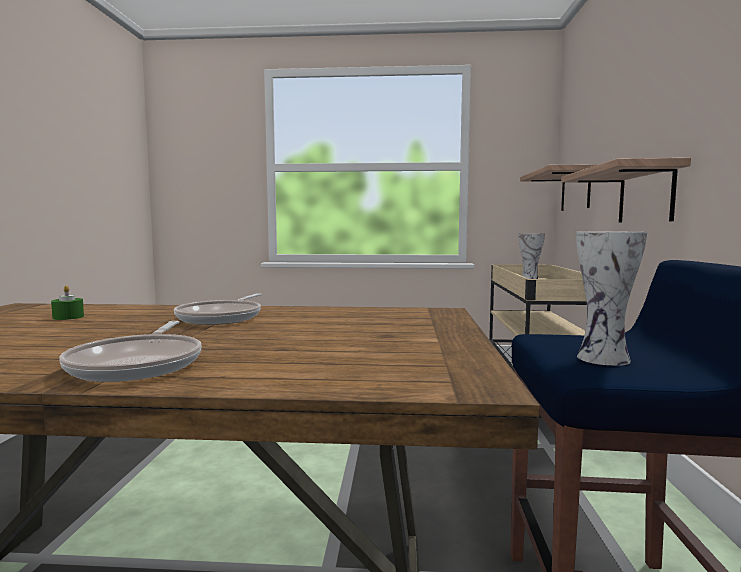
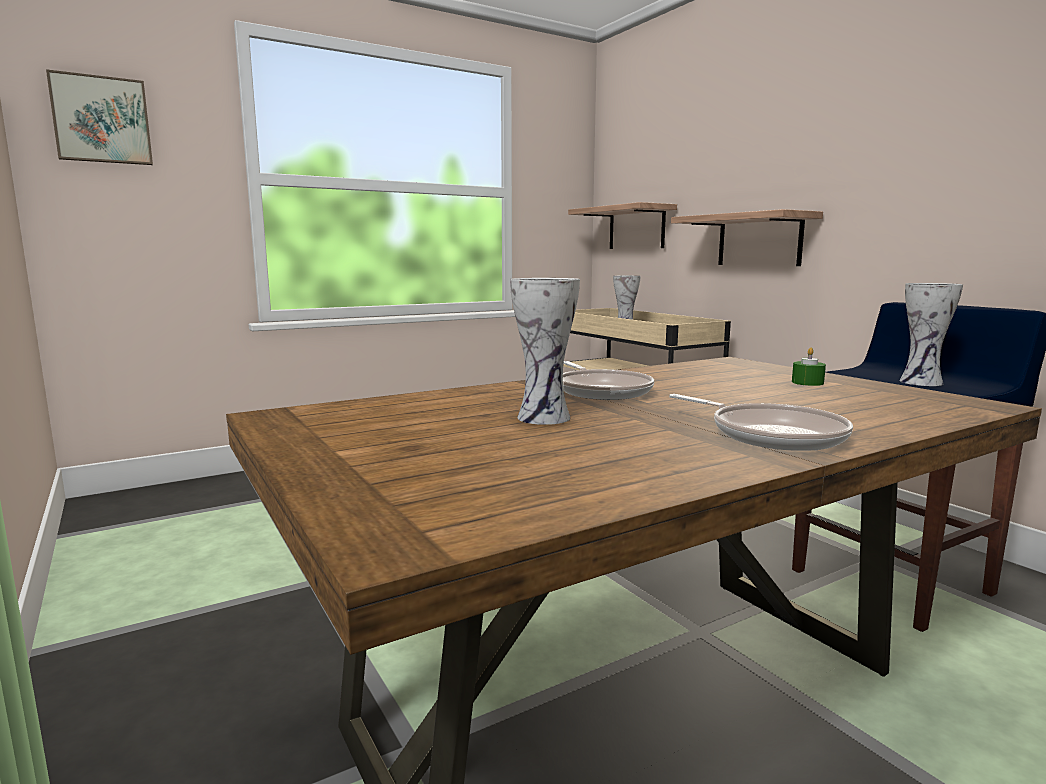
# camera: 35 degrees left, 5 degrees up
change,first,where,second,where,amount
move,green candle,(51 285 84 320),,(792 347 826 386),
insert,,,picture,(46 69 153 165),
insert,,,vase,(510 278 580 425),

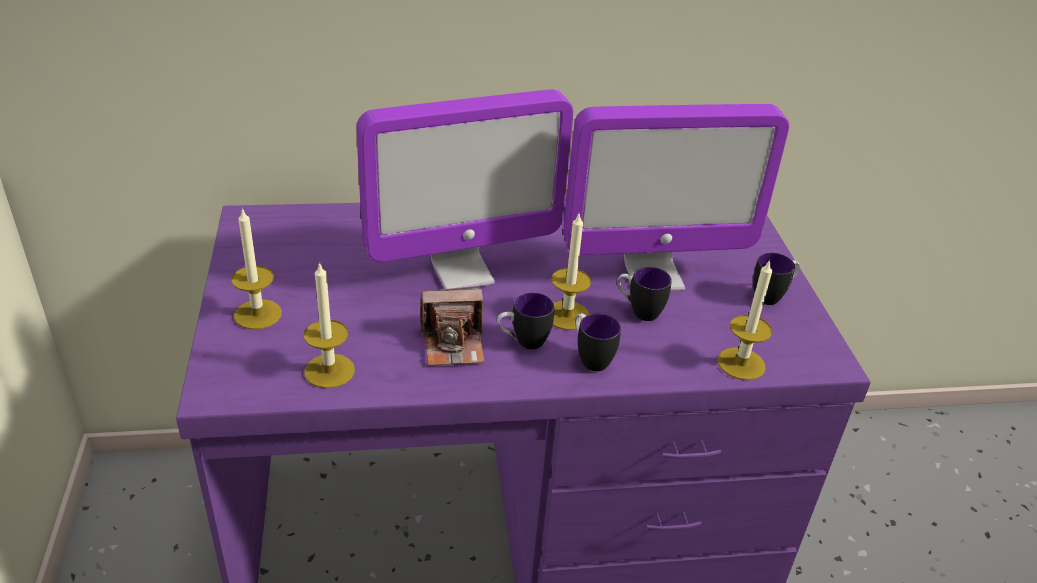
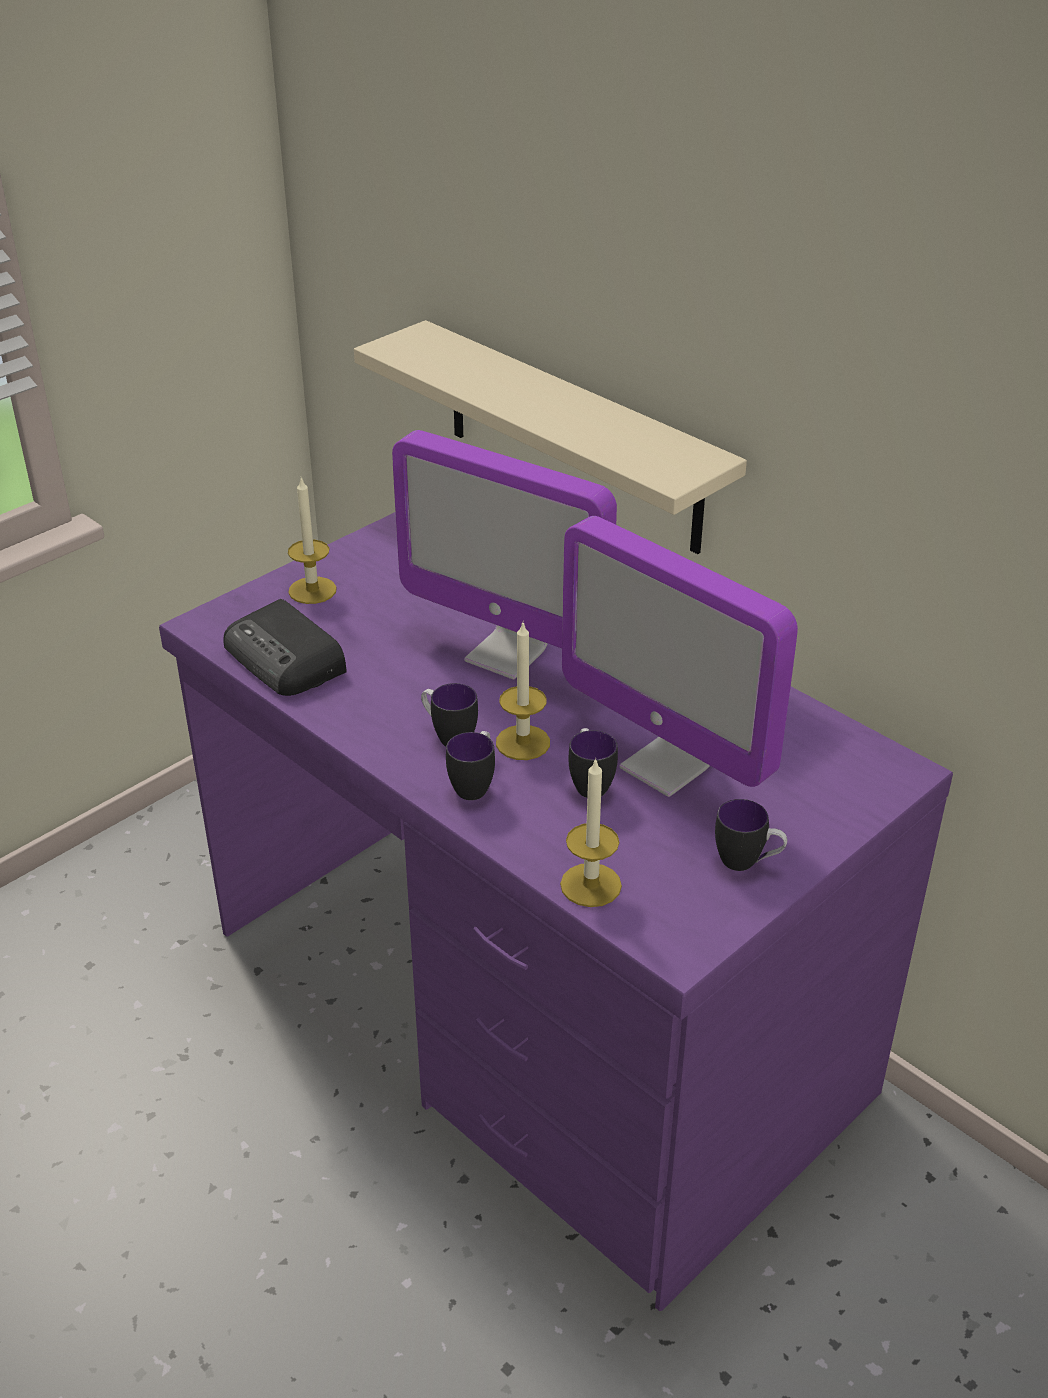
# camera: 55 degrees right, 0 degrees up
change,first,where,second,where,amount
replace,candle,(304 261 355 388),radio,(223 599 347 696),
delete,photo camera,(419 286 485 366),,,
insert,,,beige shelf,(354 320 747 554),

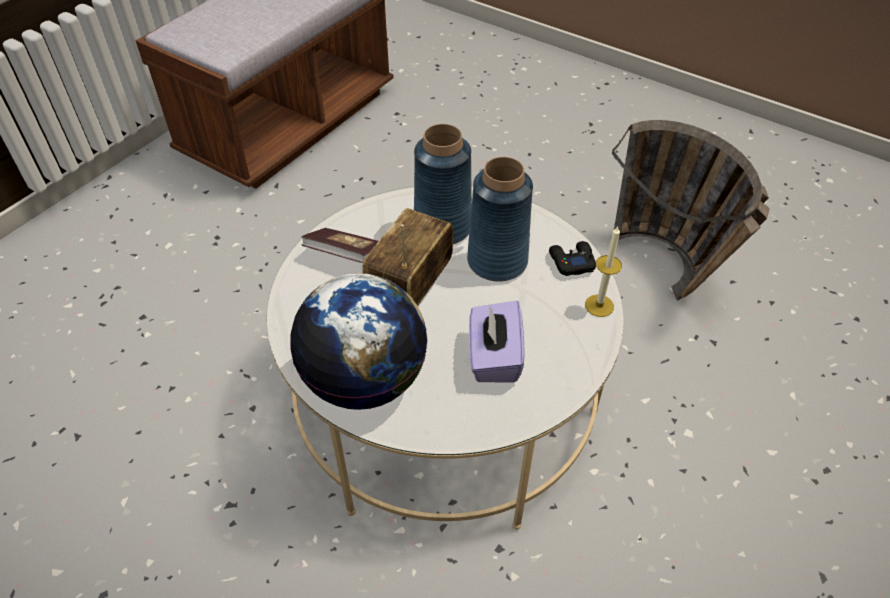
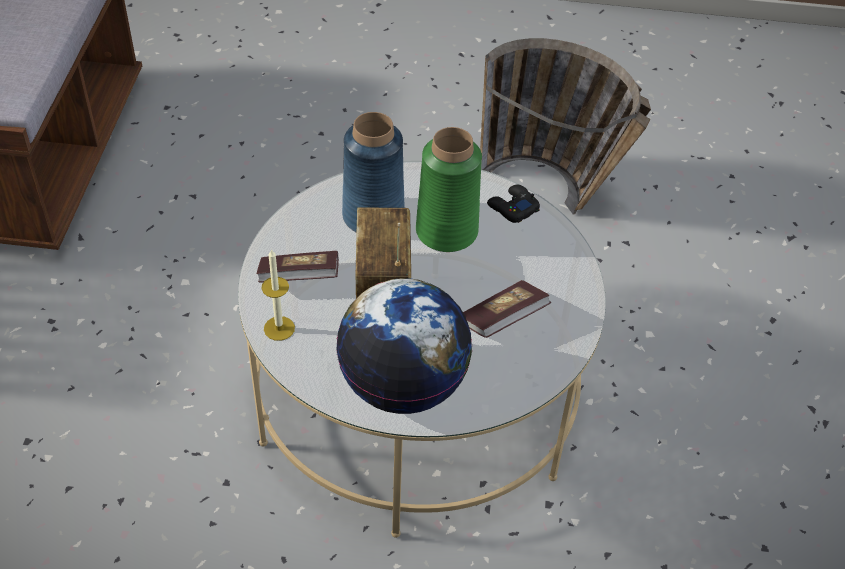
# camera: 30 degrees left, 0 degrees up
change,first,where,second,where,amount
recolor,blue vase,(467 157 533 282),green vase,(416 127 482 252),
move,candle,(585 226 622 317),,(261 249 295 341),
replace,purple tissue box,(469 301 525 383),book,(463 280 552 338),

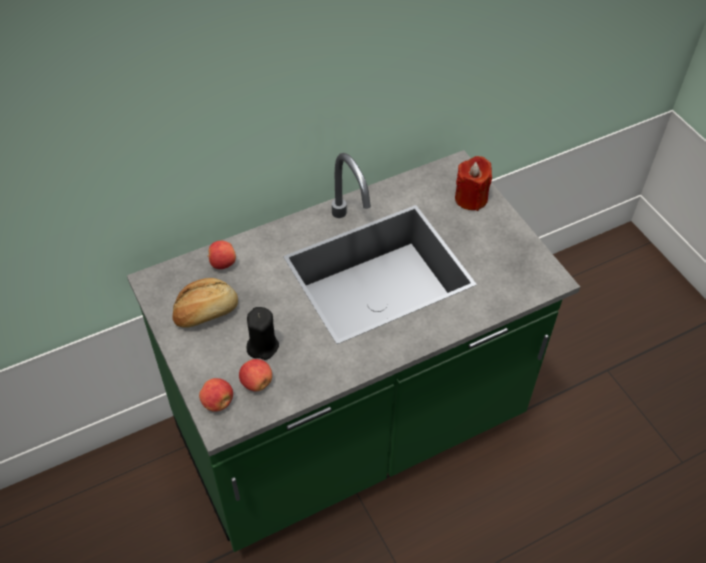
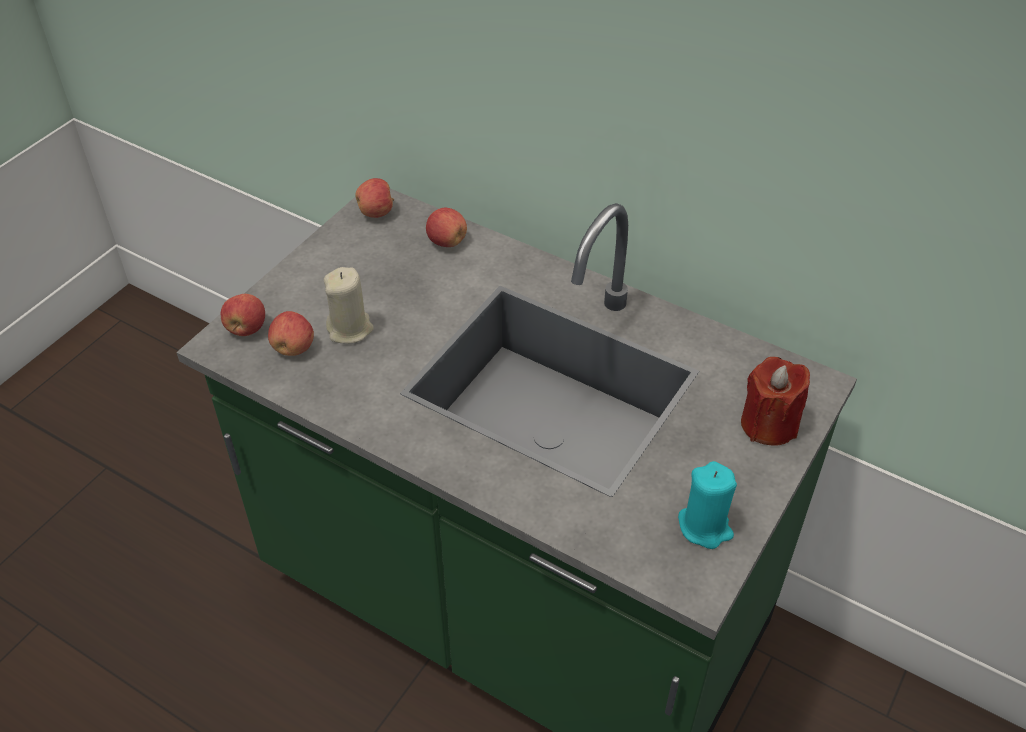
# camera: 60 degrees right, 5 degrees down
change,first,where,second,where,amount
delete,bread,(173 278 238 328),,,
recolor,black candle,(247 307 279 360),beige candle,(324 267 374 344),
insert,,,apple,(356 178 394 218),
insert,,,turquoise candle,(678 461 737 549),

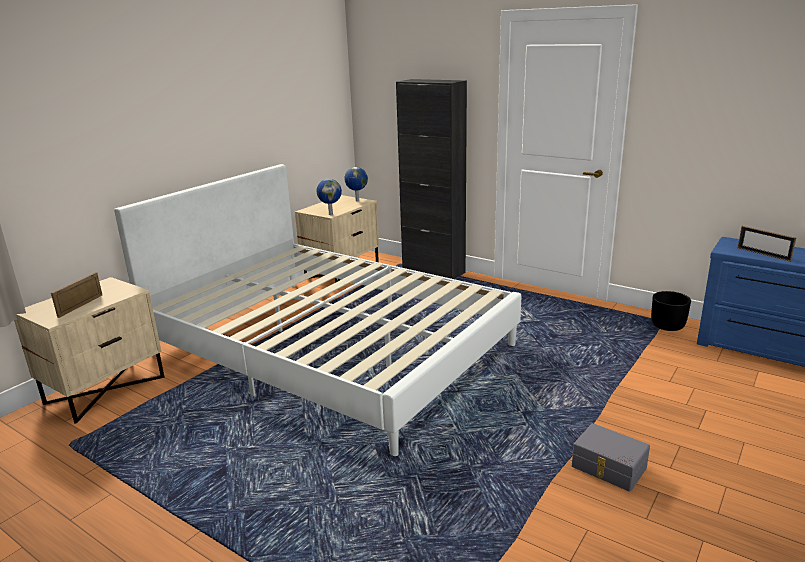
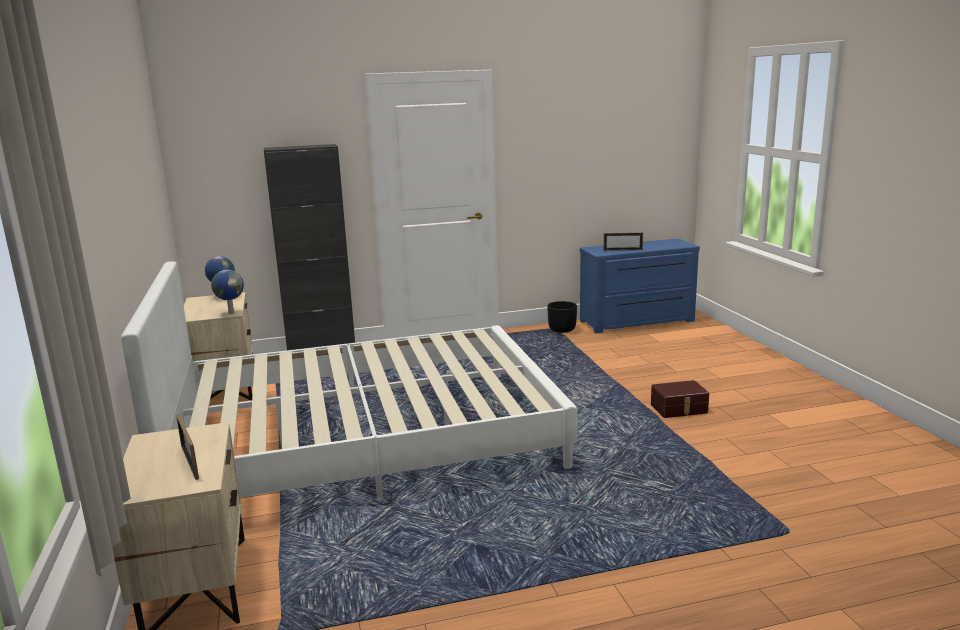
# camera: 50 degrees left, 5 degrees down
change,first,where,second,where,amount
recolor,grey storage box,(572 423 650 492),brown storage box,(651 380 709 418),

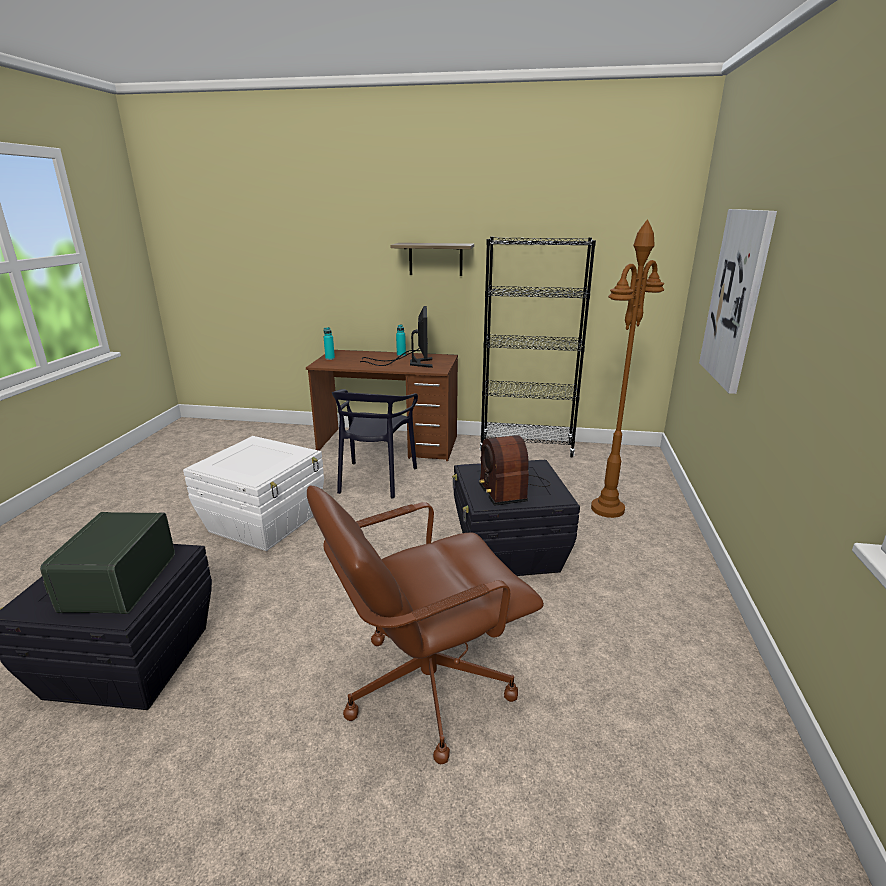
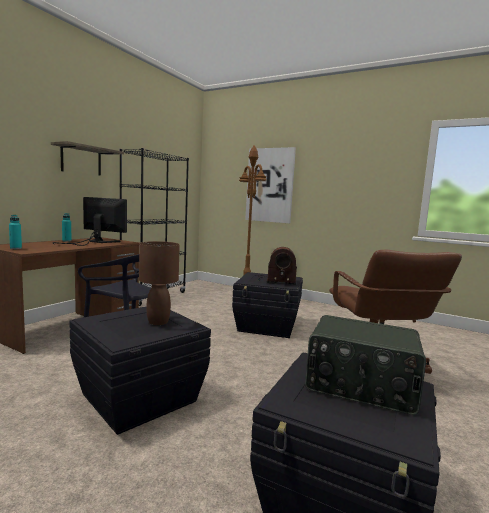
# camera: 70 degrees left, 15 degrees down
change,first,where,second,where,amount
recolor,white storage box,(183 436 324 551),black storage box,(69 306 211 435),
insert,,,brown table lamp,(139 241 180 325),

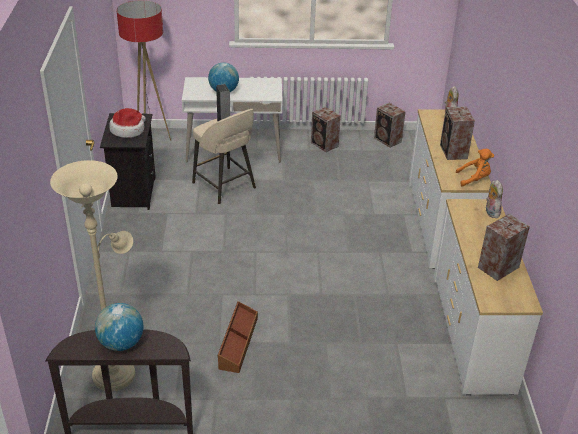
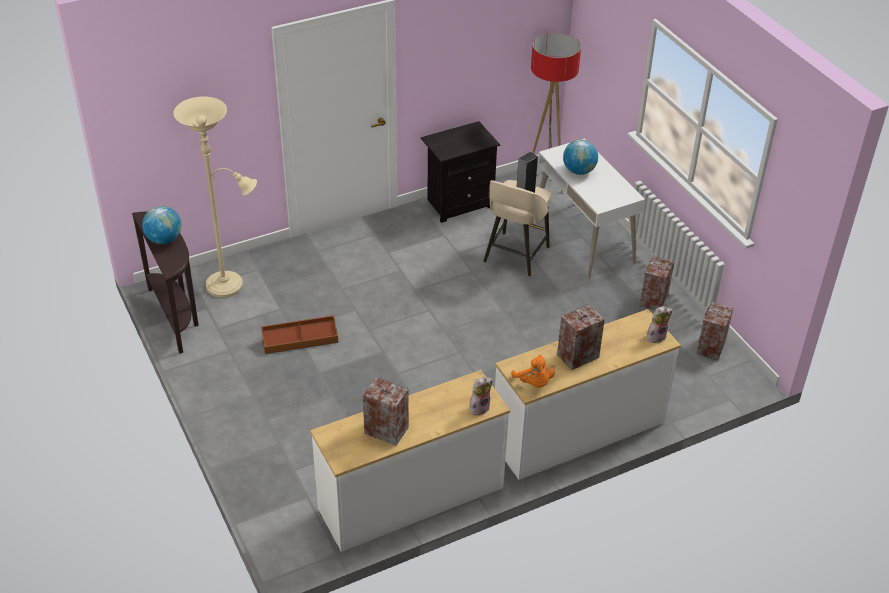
# camera: 65 degrees right, 5 degrees up
change,first,where,second,where,amount
delete,hat,(109 108 146 138),,,

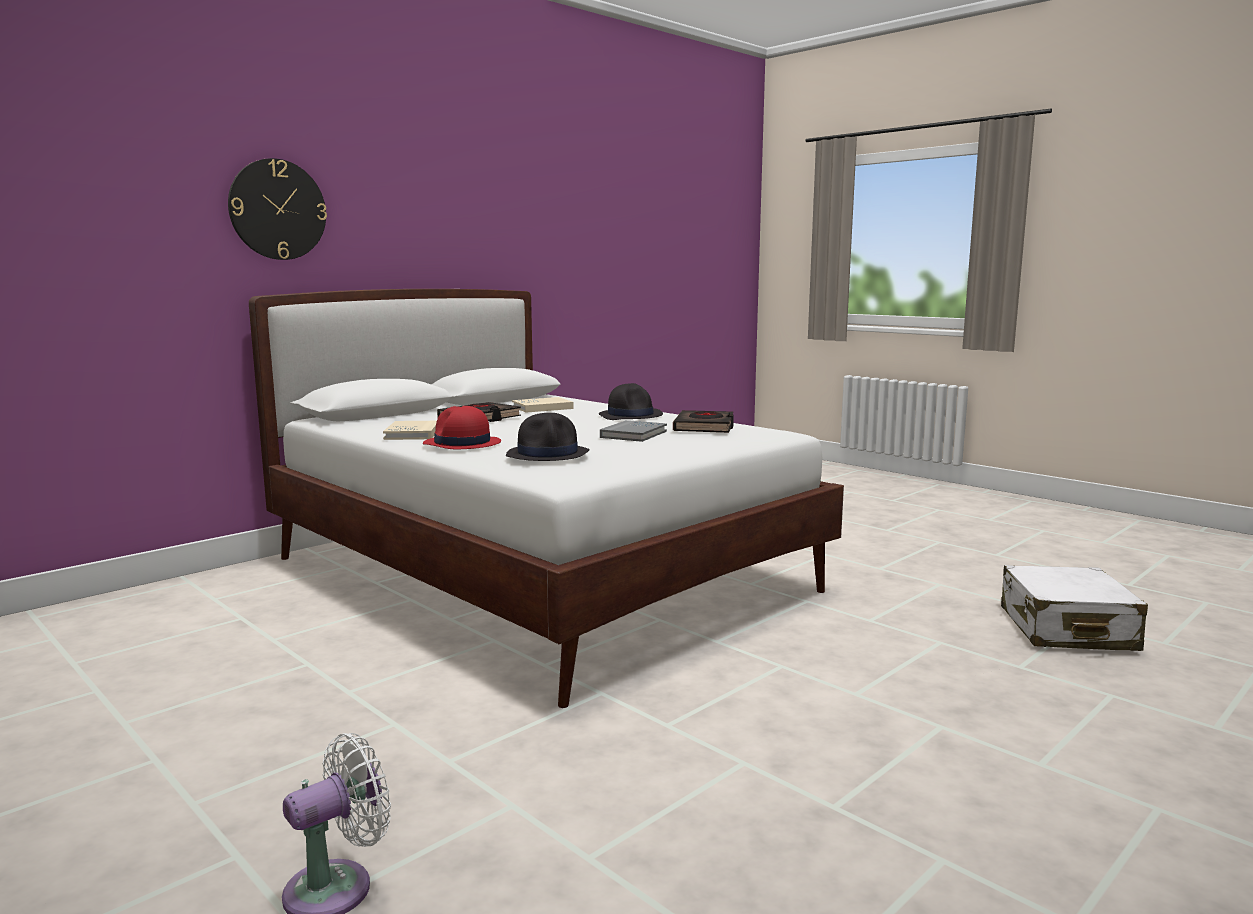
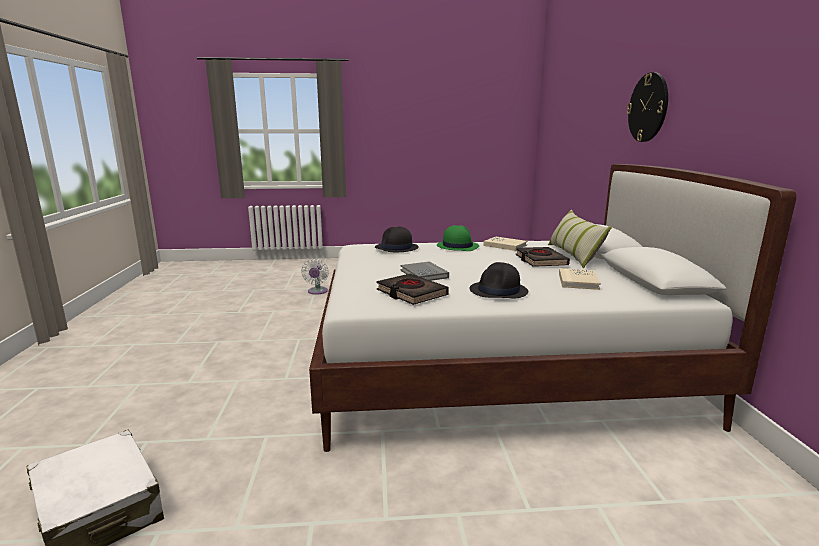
# camera: 130 degrees right, 5 degrees up
change,first,where,second,where,amount
recolor,red hat,(423 406 501 449),green hat,(437 225 479 251),
insert,,,pillow,(548 210 612 268),

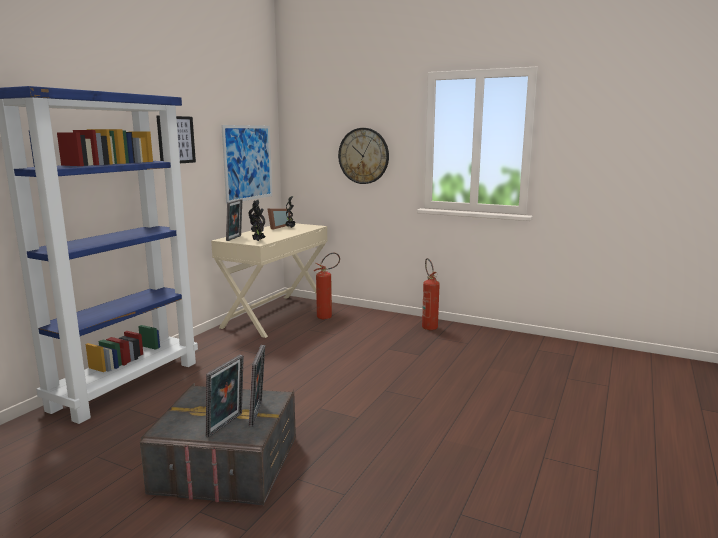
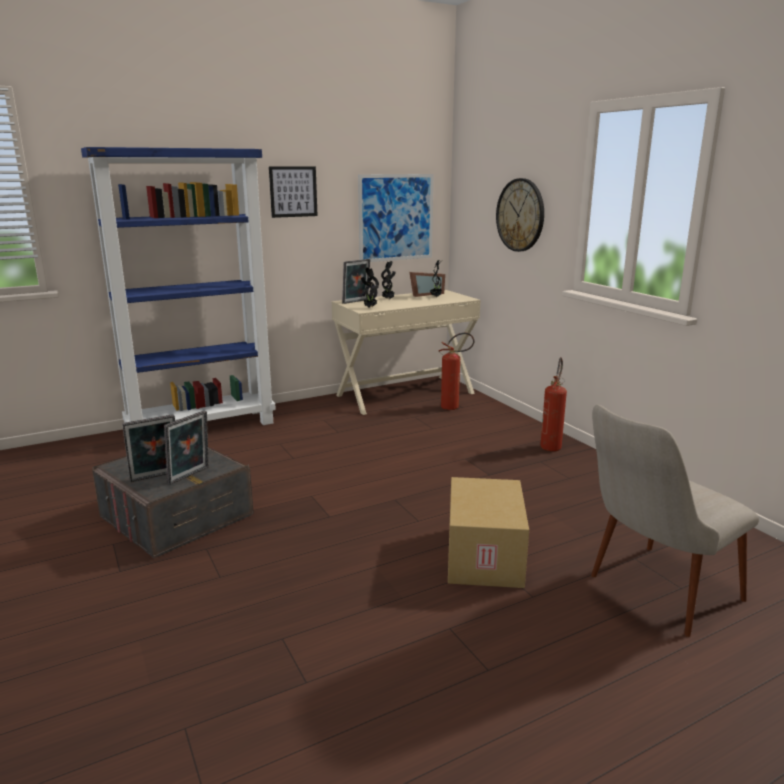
# camera: 35 degrees right, 5 degrees up
change,first,where,second,where,amount
insert,,,beige chair,(591 405 759 637),
insert,,,cardboard box,(448 477 529 588),

